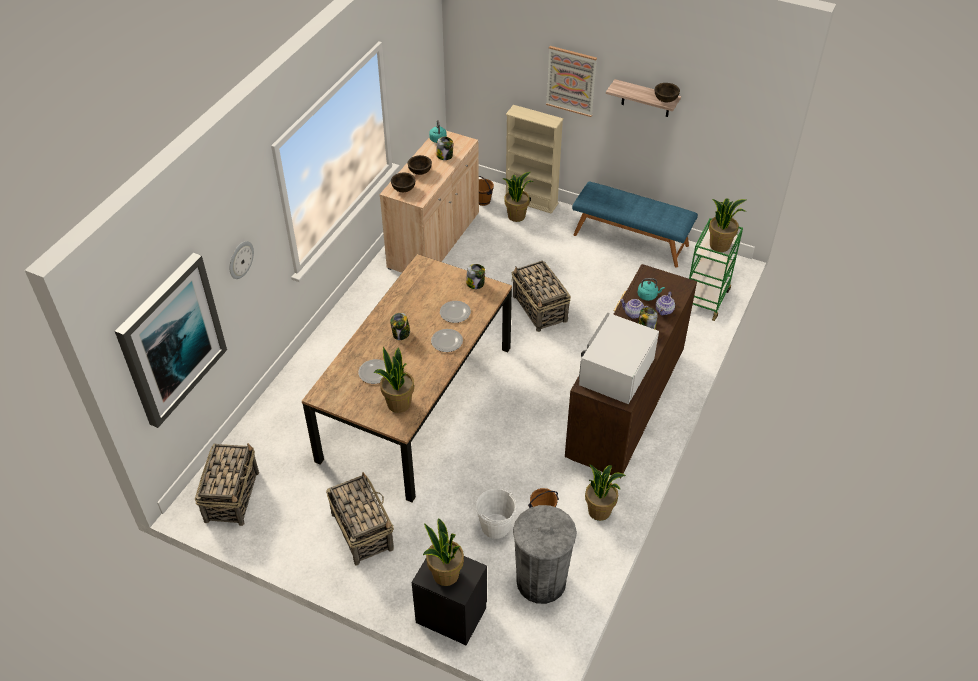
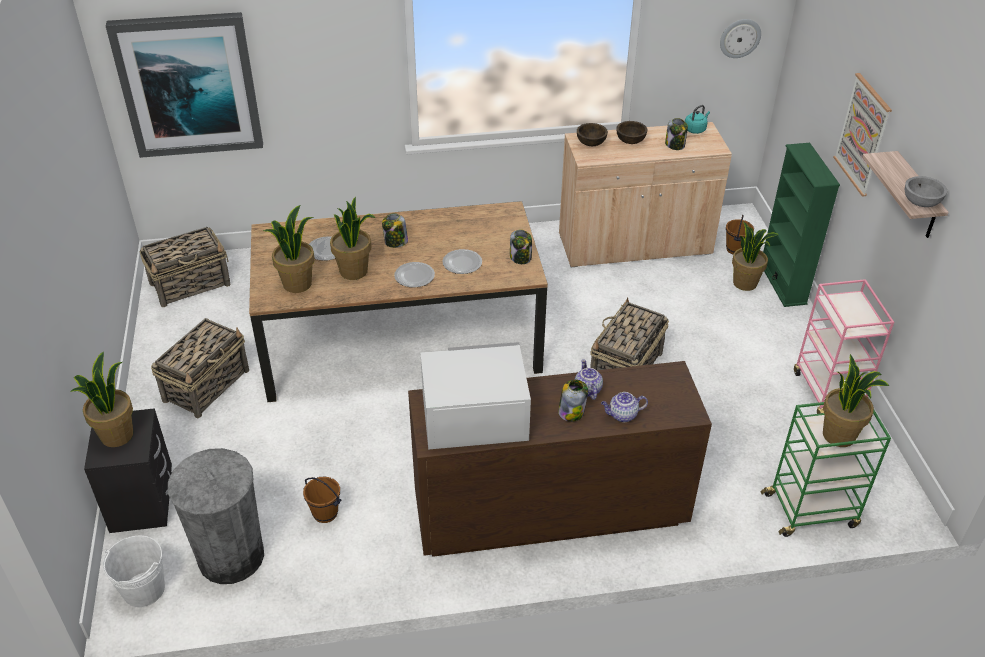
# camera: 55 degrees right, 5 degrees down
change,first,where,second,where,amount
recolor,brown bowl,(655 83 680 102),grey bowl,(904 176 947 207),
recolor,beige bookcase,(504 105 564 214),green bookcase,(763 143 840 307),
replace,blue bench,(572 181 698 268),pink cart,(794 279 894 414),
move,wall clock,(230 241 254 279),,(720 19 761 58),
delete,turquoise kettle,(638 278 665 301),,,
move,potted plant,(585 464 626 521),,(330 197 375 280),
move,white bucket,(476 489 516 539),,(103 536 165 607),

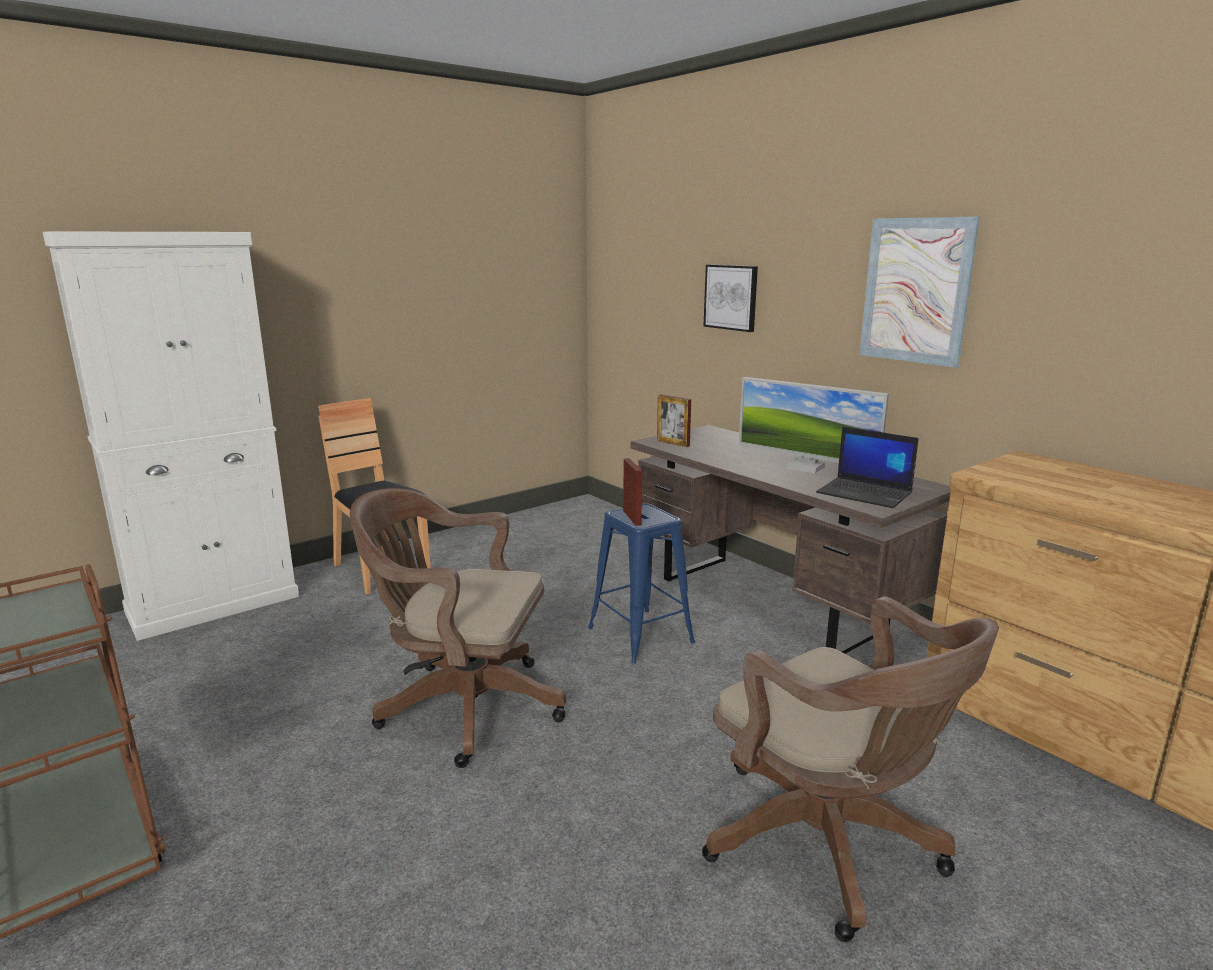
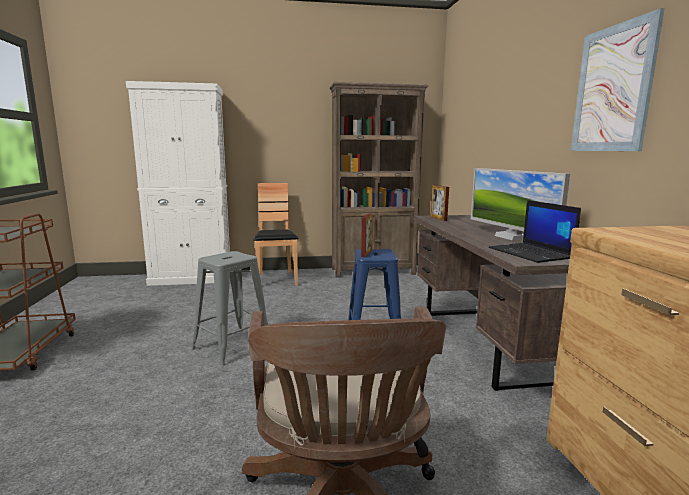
# camera: 30 degrees right, 5 degrees down
change,first,where,second,where,amount
delete,picture,(703 265 758 332),,,
replace,brown office chair,(350 488 566 768),grey stool,(191 251 268 367),
insert,,,brown bookcase,(329 82 428 278),

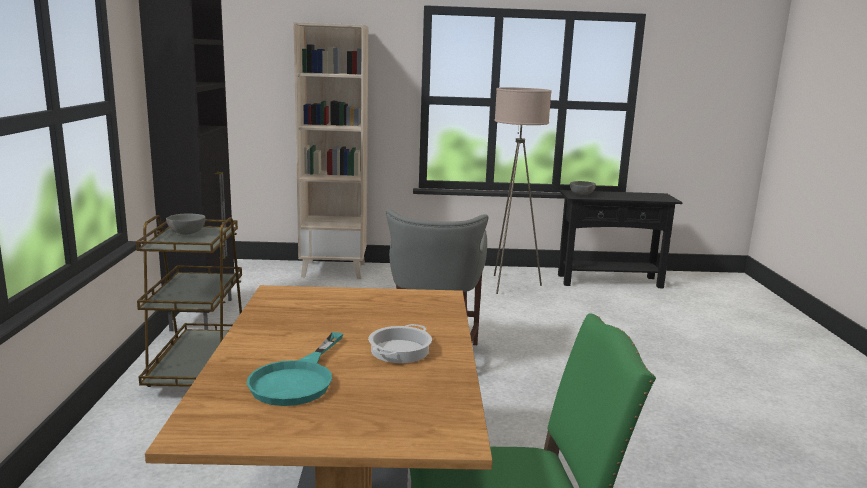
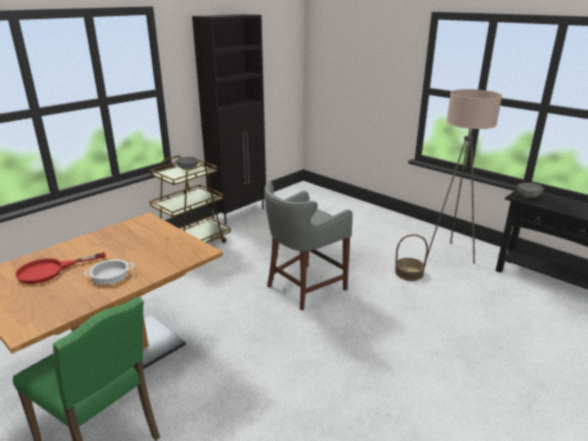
# camera: 45 degrees right, 10 degrees up
change,first,where,second,where,amount
delete,beige bookcase,(293 22 368 279),,,
recolor,turquoise frying pan,(247 332 343 406),red frying pan,(15 252 106 284),
insert,,,basket,(395 234 428 281),

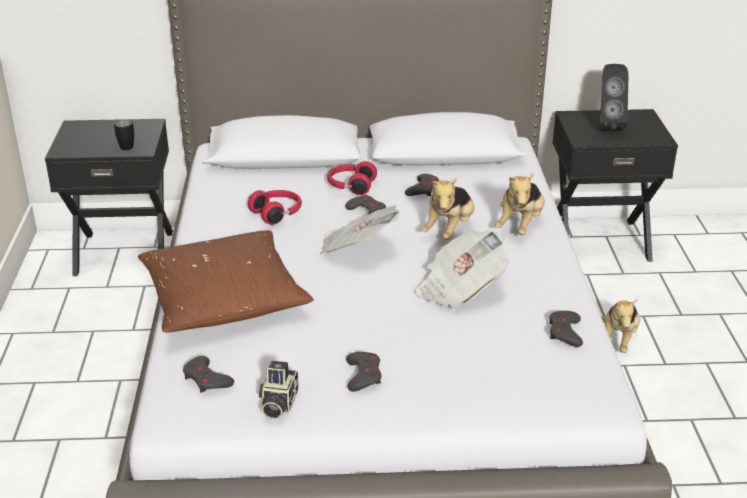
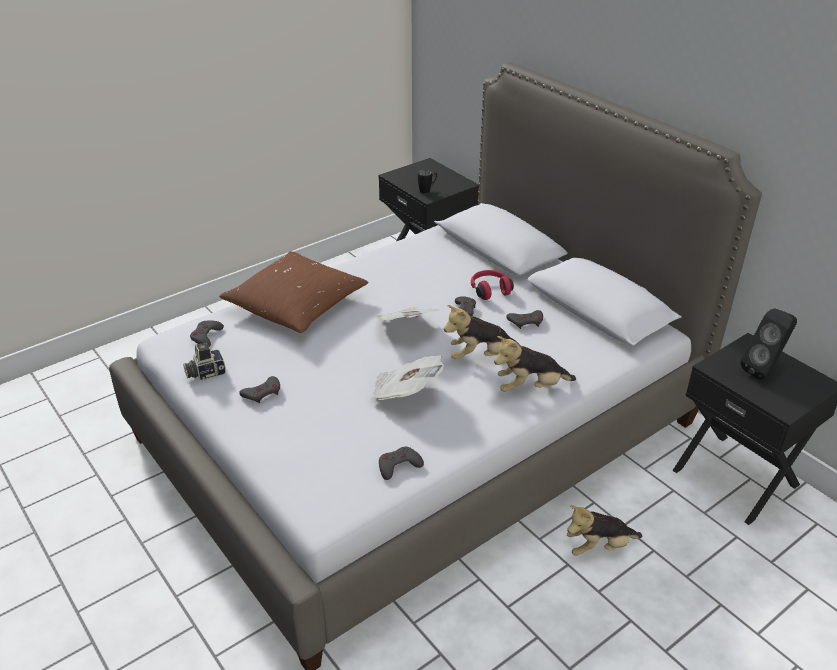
# camera: 55 degrees right, 5 degrees up
change,first,where,second,where,amount
delete,red headphones,(248 190 302 225),,,

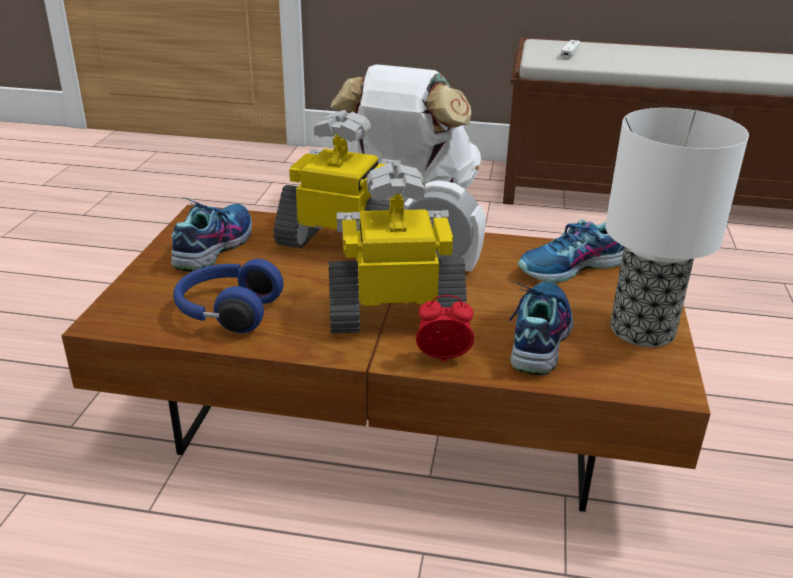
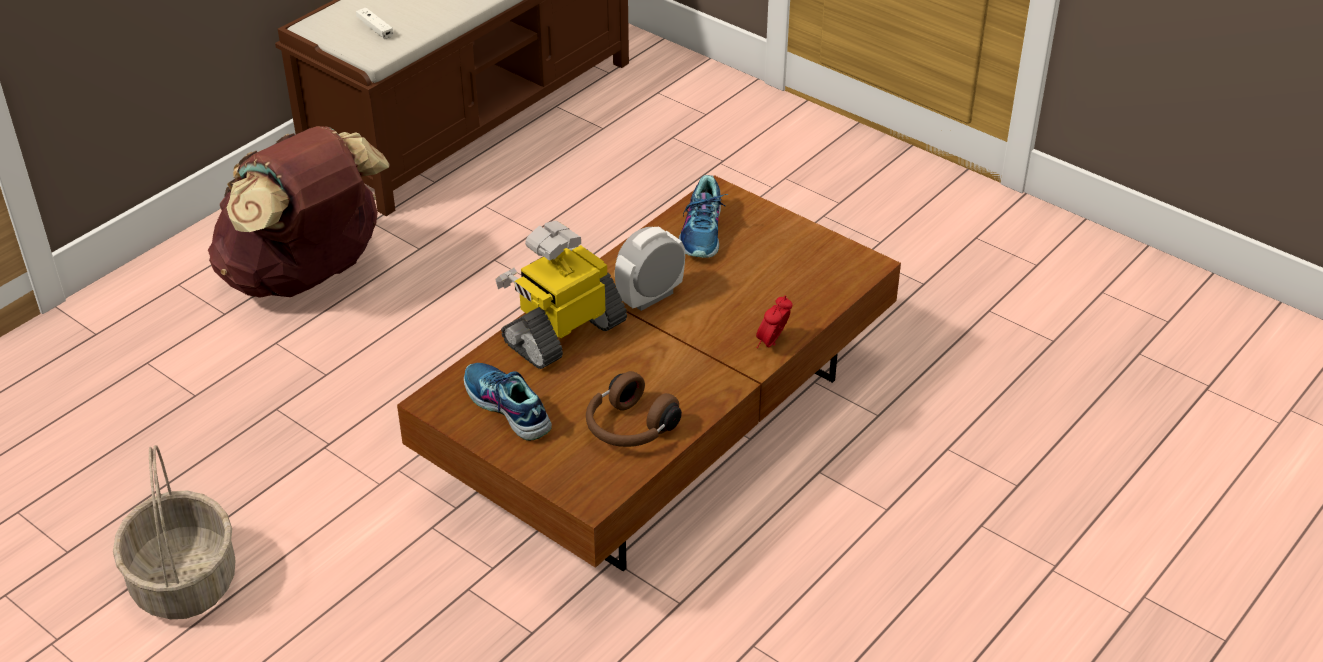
# camera: 60 degrees left, 10 degrees up
change,first,where,second,where,amount
recolor,white backpack,(330 65 482 204),brown backpack,(208 126 390 298),
delete,table lamp,(605 108 749 347),,,
delete,toy robot,(329 164 467 334),,,
recolor,blue headphones,(173 259 284 333),brown headphones,(586 371 682 447),
delete,shoe,(509 282 573 375),,,
insert,,,basket,(113 445 236 619),

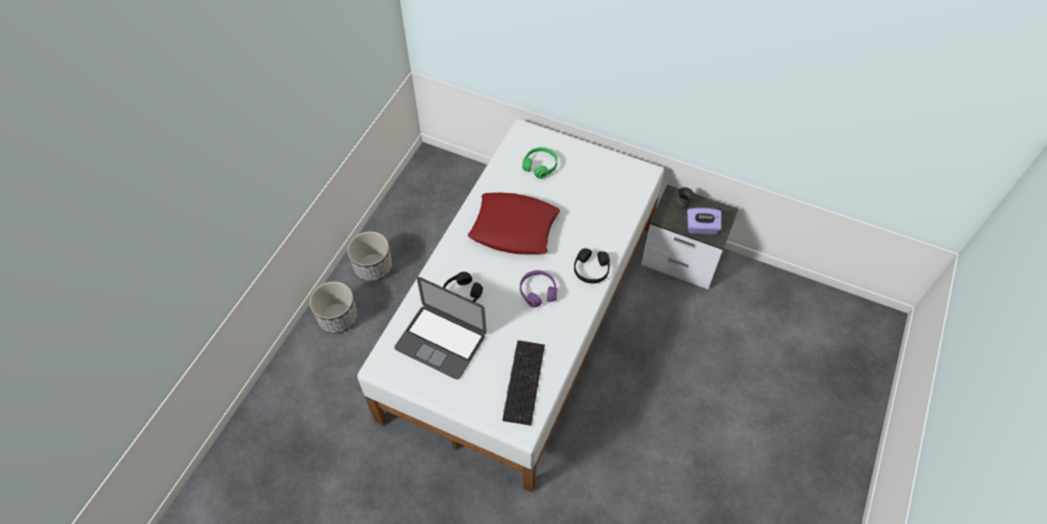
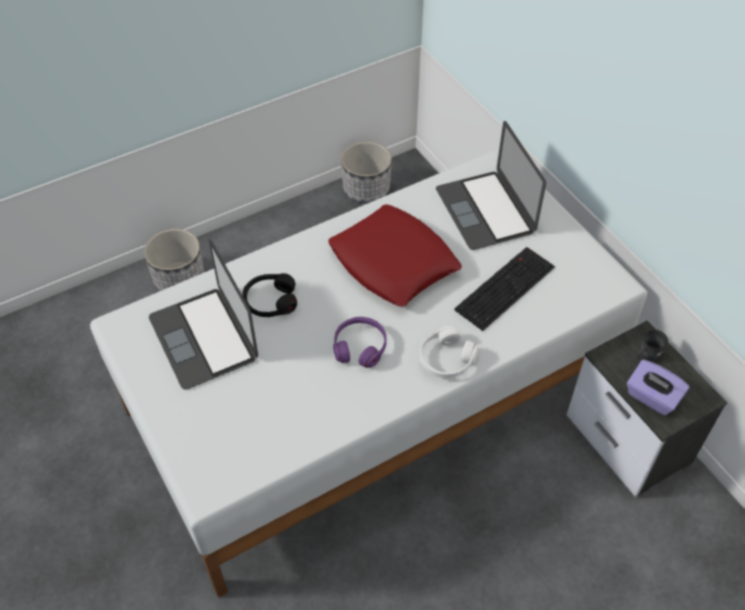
# camera: 35 degrees right, 5 degrees down
change,first,where,second,where,amount
replace,green headphones,(522 147 557 179),laptop,(436 121 546 250),
move,planter,(347 231 392 282),,(341 142 392 203),
recolor,black headphones,(574 248 610 284),white headphones,(419 326 478 378),
move,keyboard,(502 340 545 426),,(454 247 555 331),

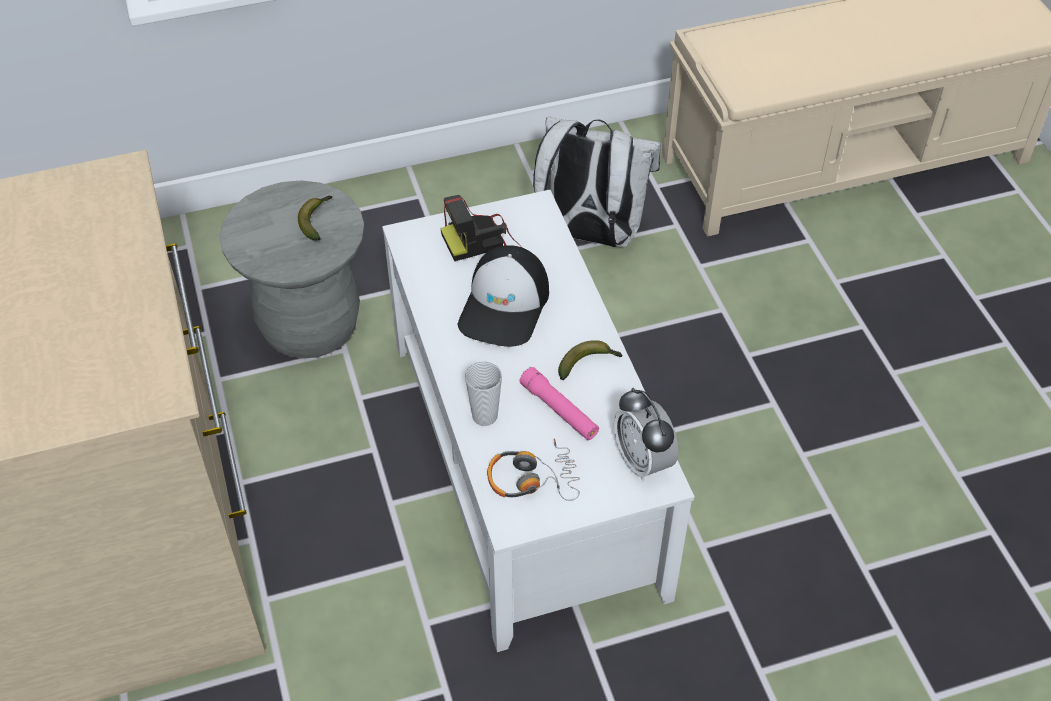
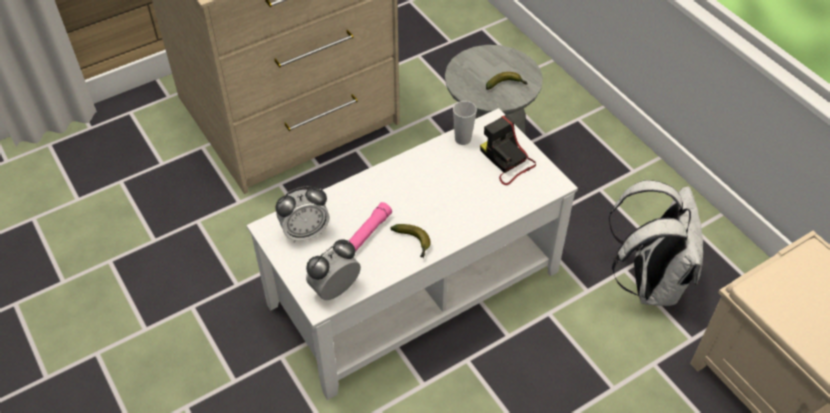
# camera: 75 degrees right, 0 degrees up
change,first,where,second,where,amount
delete,cap,(457 245 549 347),,,
move,cup,(465 362 502 426),,(453 101 477 145),
replace,headphones,(487 438 580 501),alarm clock,(275 186 329 243),

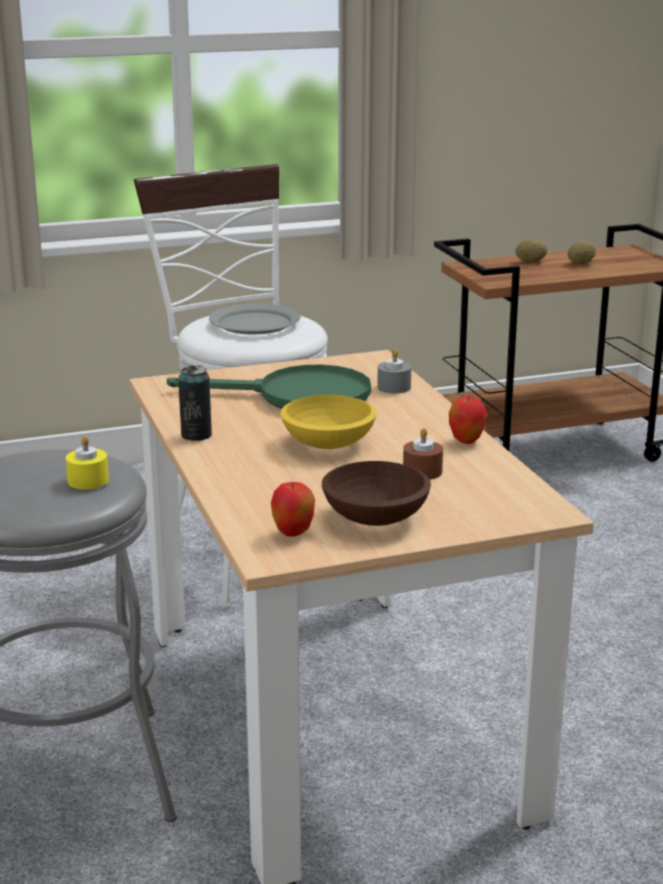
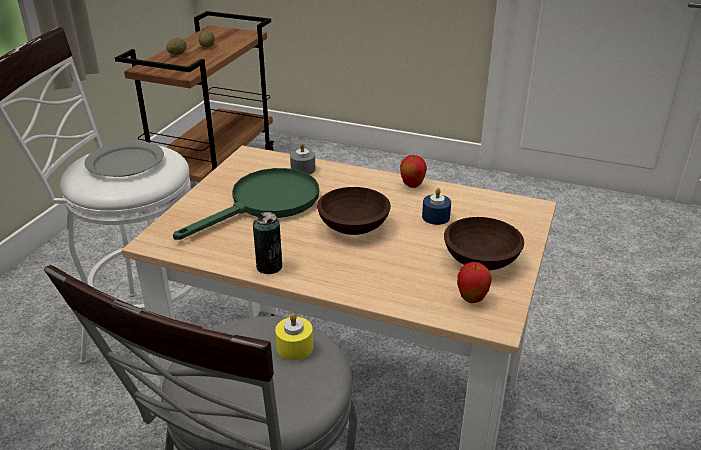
# camera: 50 degrees left, 10 degrees up
change,first,where,second,where,amount
recolor,yellow bowl,(280 395 377 449),brown bowl,(317 187 391 235),
recolor,brown candle,(403 428 443 480),blue candle,(422 188 451 225),

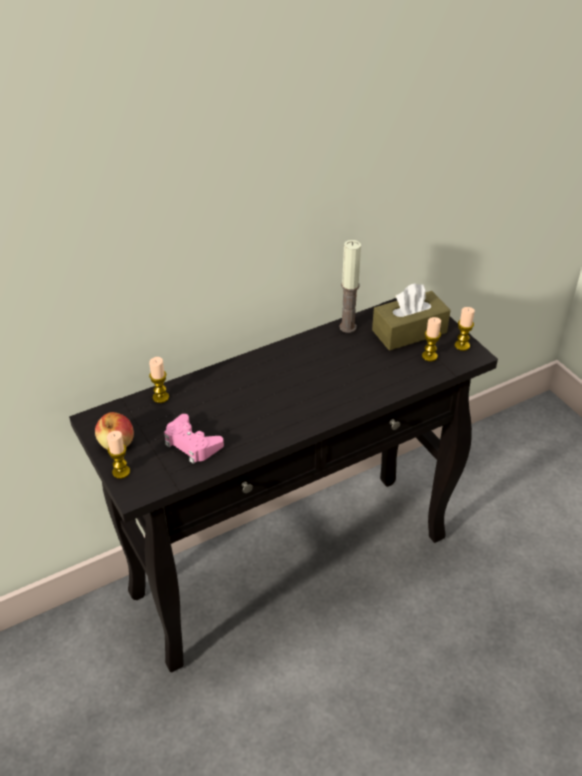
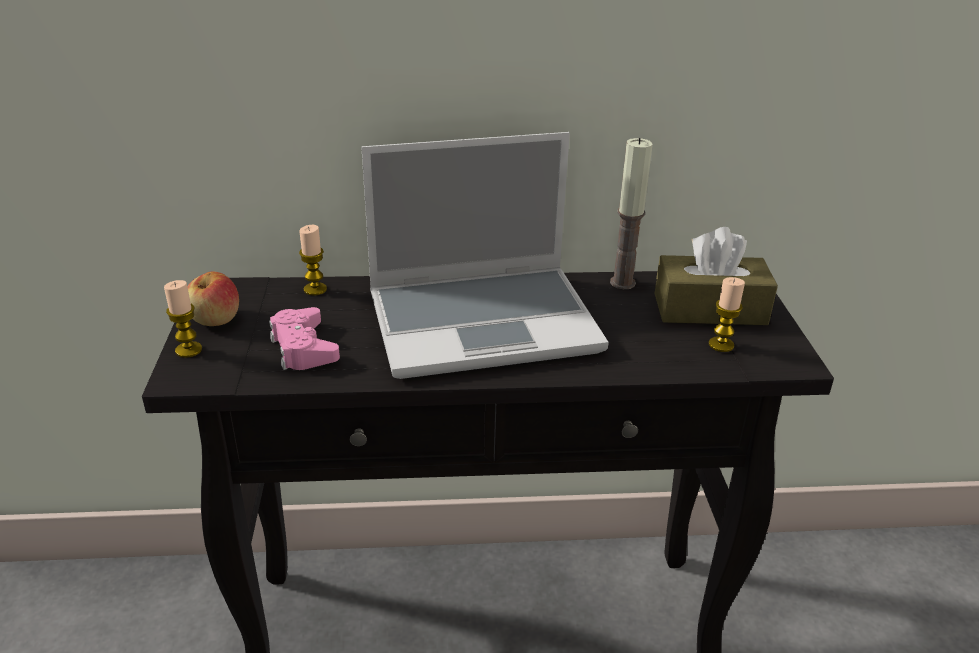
# camera: 25 degrees right, 10 degrees down
change,first,where,second,where,amount
delete,candle,(455 307 475 351),,,
insert,,,laptop,(361 132 609 379),

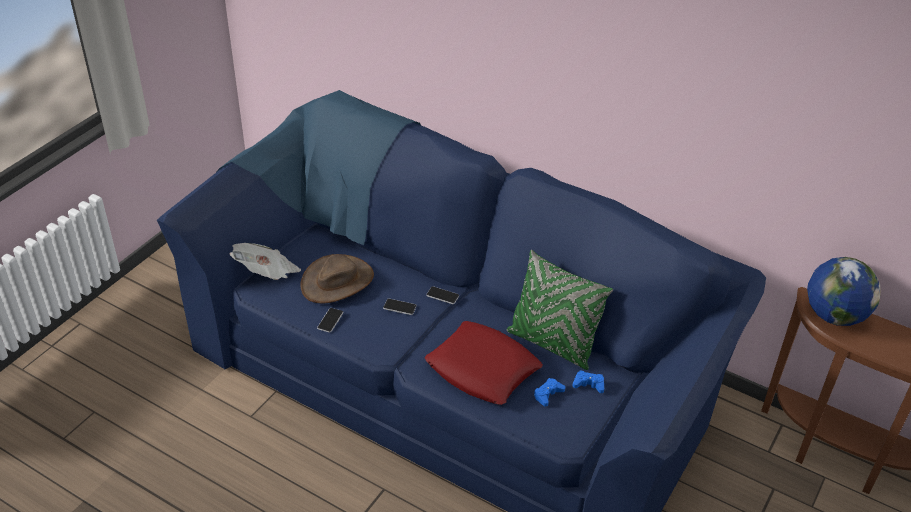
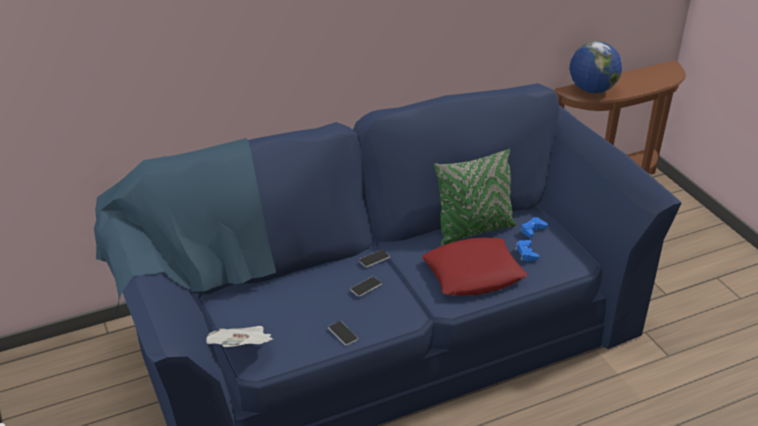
# camera: 55 degrees left, 5 degrees down
change,first,where,second,where,amount
delete,brown hat,(300 254 374 303),,,

